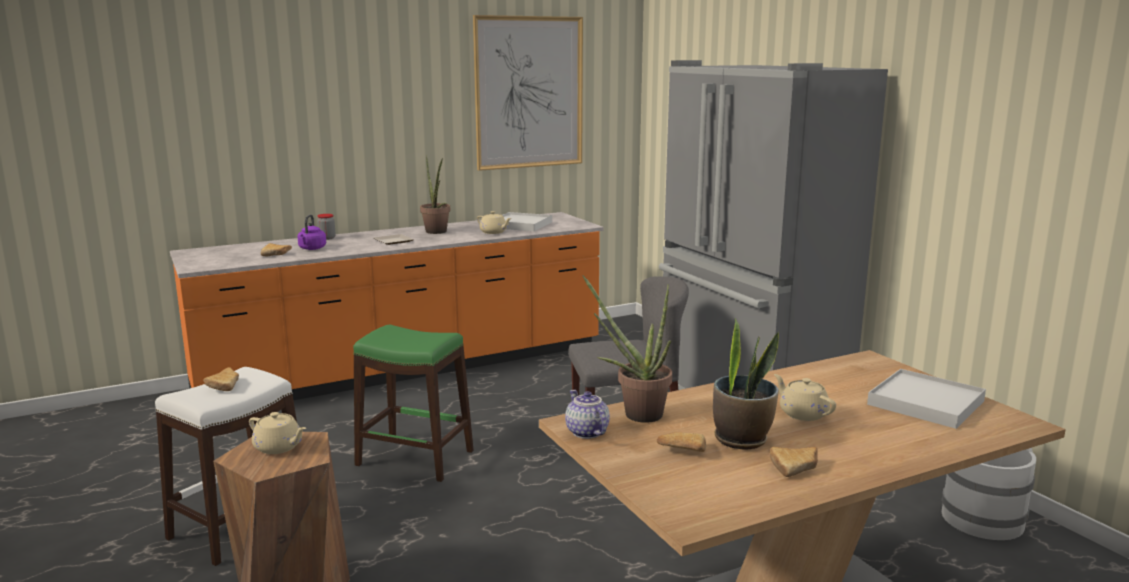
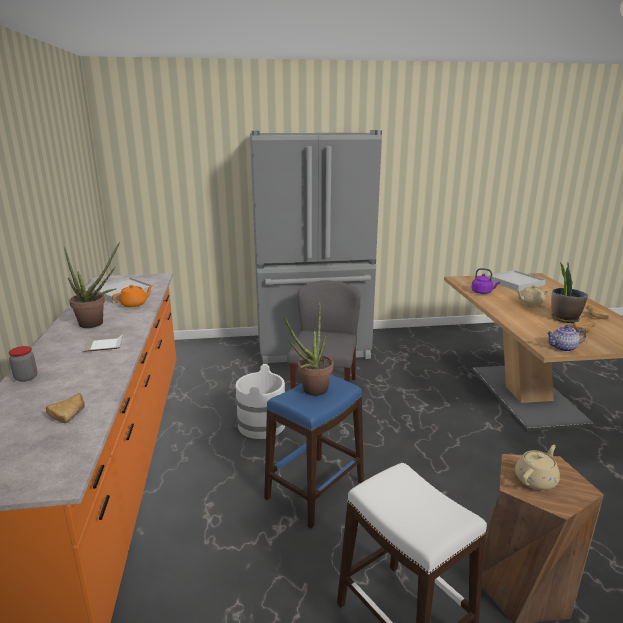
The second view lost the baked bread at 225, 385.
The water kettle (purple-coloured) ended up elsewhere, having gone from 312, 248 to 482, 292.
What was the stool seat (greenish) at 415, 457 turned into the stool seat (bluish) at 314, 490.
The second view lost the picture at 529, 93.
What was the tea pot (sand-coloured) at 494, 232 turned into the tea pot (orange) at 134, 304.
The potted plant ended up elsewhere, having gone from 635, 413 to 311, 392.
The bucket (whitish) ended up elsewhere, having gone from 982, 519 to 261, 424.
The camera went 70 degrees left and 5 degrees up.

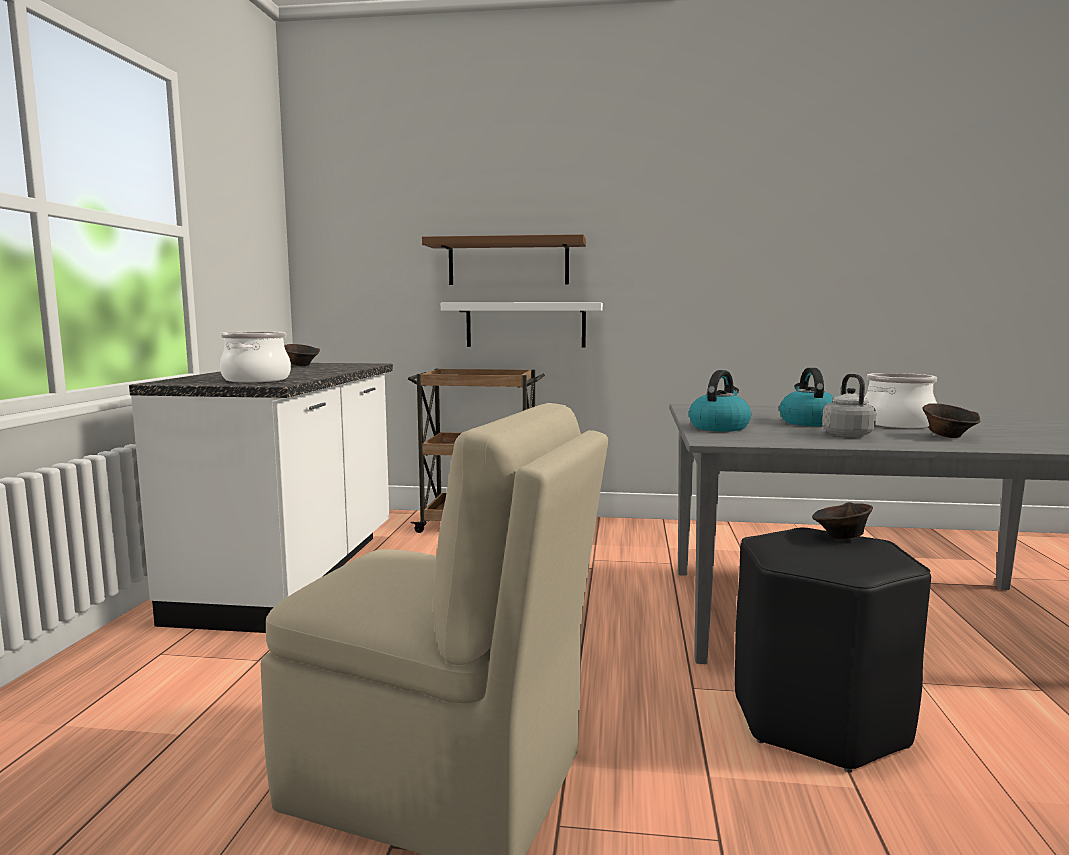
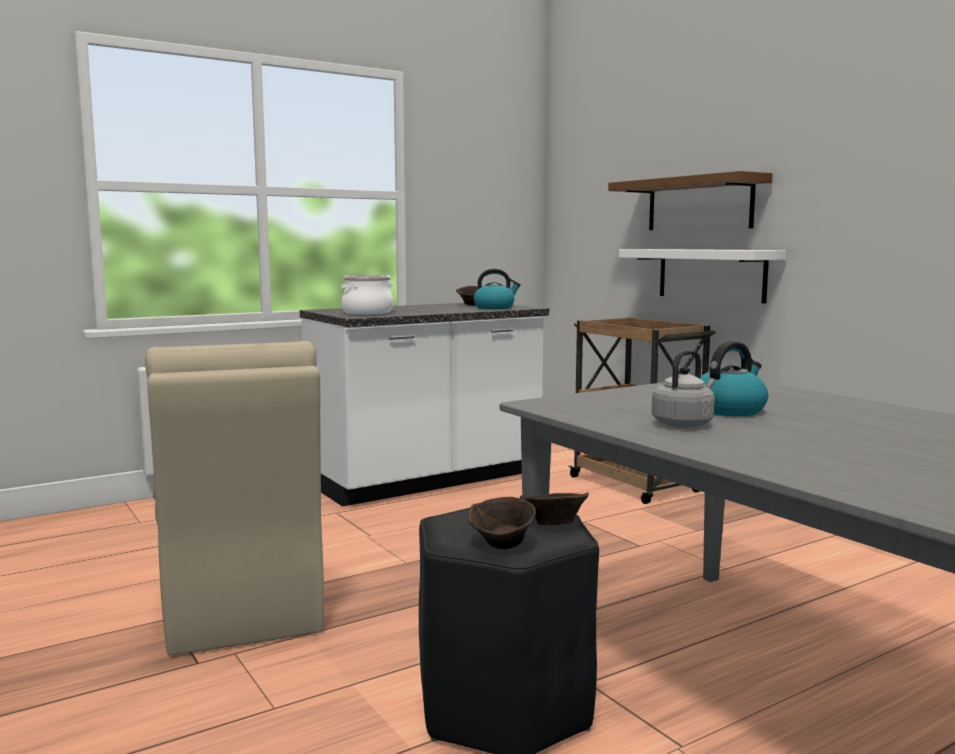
The water kettle ended up elsewhere, having gone from 719, 427 to 495, 308.
The second view lost the cooking pot at 898, 424.
The serving bowl (brown-coloured) ended up elsewhere, having gone from 949, 436 to 502, 545.
The camera went 50 degrees right and 0 degrees up.

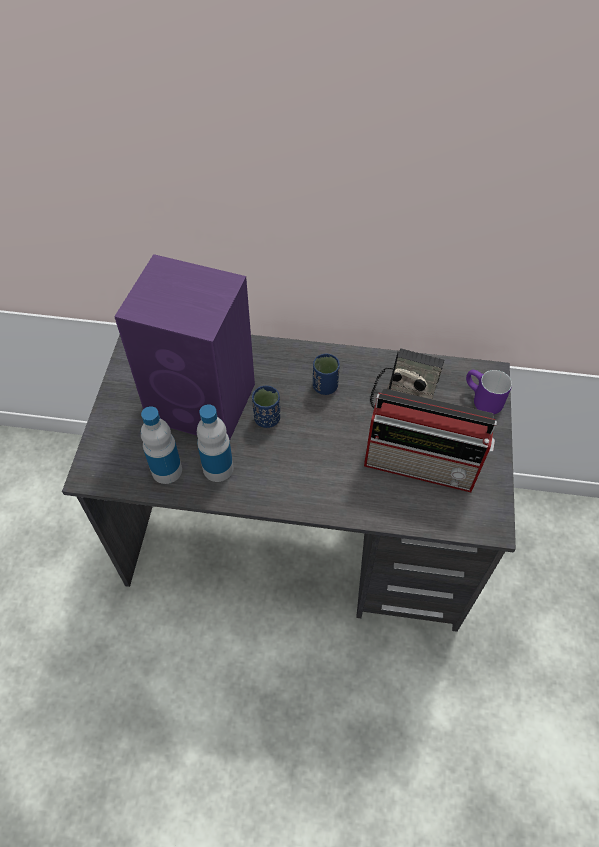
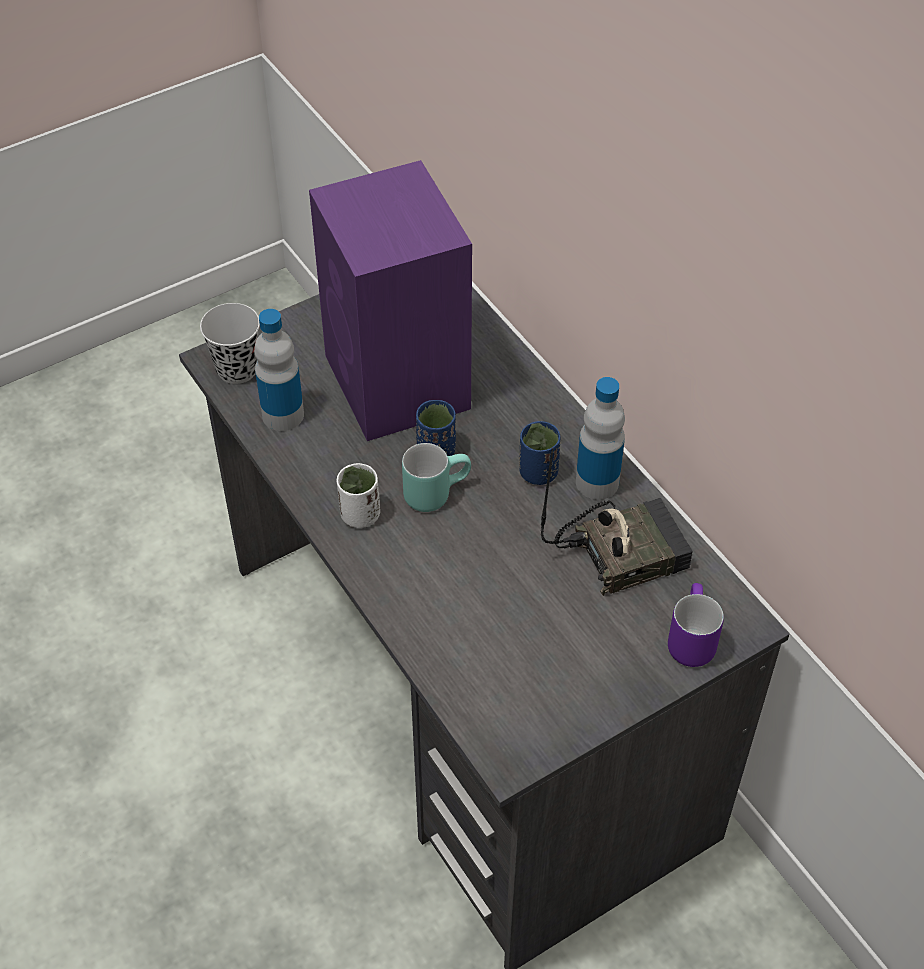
The beverage bottle ended up elsewhere, having gone from 218, 468 to 597, 482.
The second view lost the radio receiver at 423, 465.
The second view gained the cup (black-coloured) at 237, 369.
The second view gained the cup (whitish) at 360, 515.
The second view gained the tea mug (turquoise) at 435, 491.
The camera went 50 degrees right and 5 degrees down.

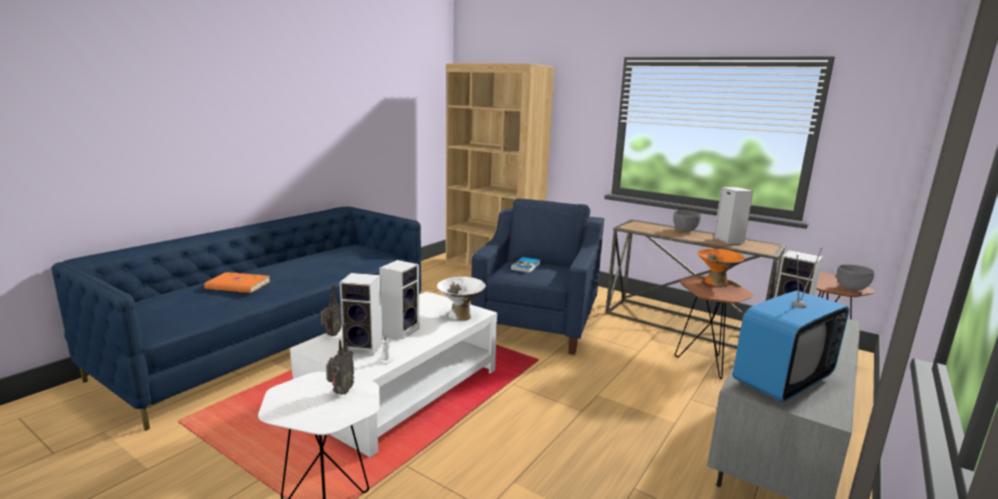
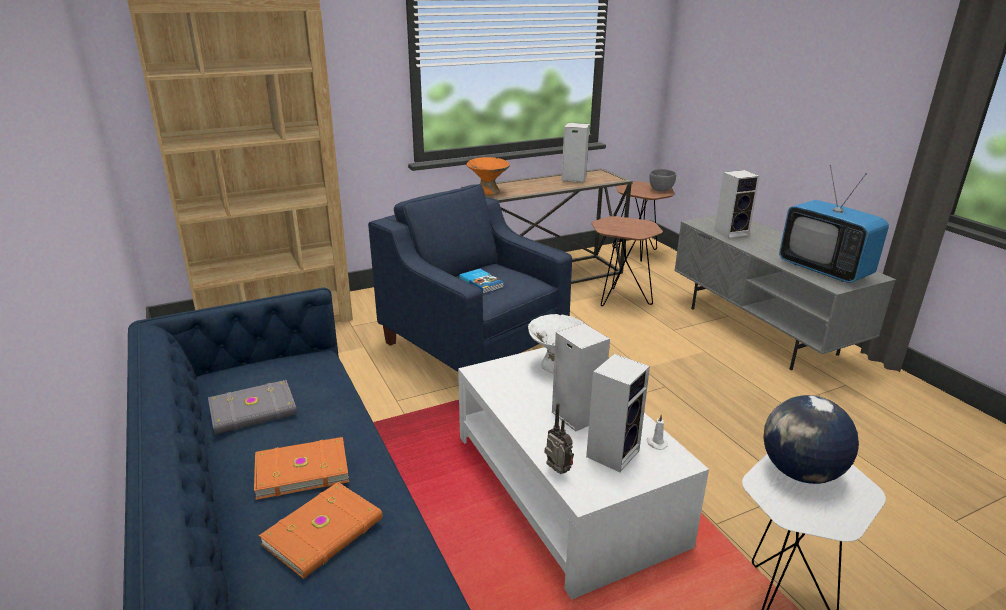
Where the radio receiver stood at 340, 392, the world globe came to stand at 800, 472.
The second view lost the serving bowl (greyish) at 684, 230.
The serving bowl (orange) ended up elsewhere, having gone from 716, 282 to 488, 191.
The TV at 782, 380 ended up facing another way, 150 degrees clockwise from before.
The second view gained the book (greyish) at 254, 411.
The second view gained the book (orange) at 301, 469.
The camera went 60 degrees left and 10 degrees up.

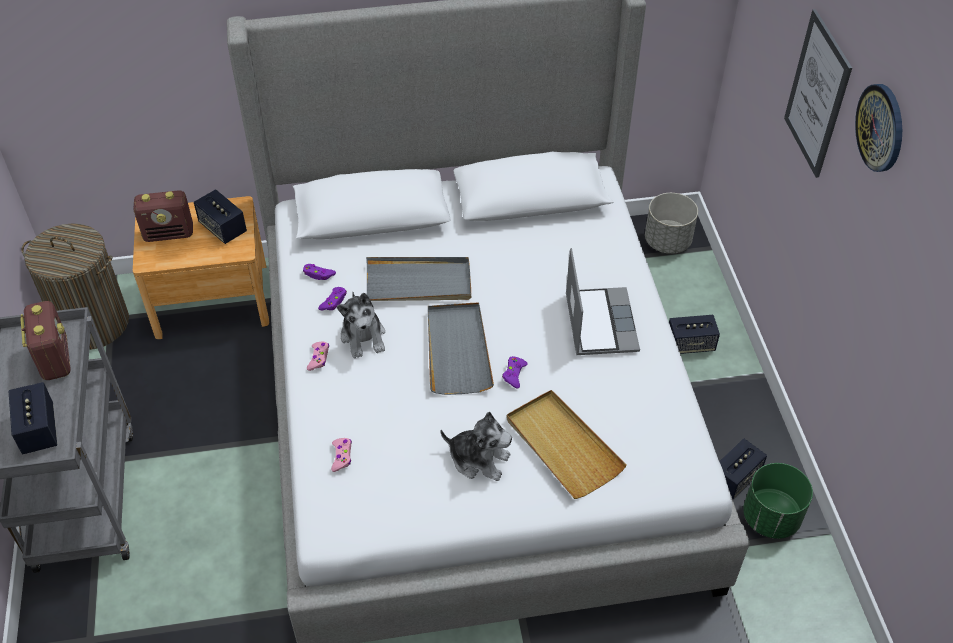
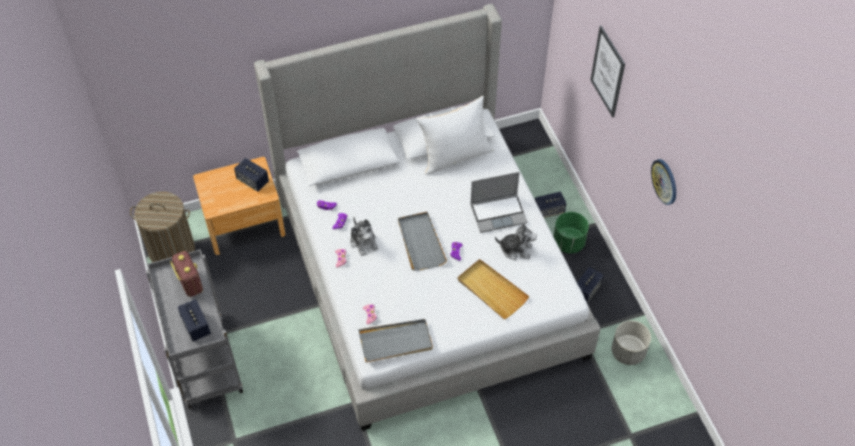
The second view lost the radio receiver at 169, 234.
The serving tray (greyish) ended up elsewhere, having gone from 418, 283 to 396, 342.
The cuddly toy ended up elsewhere, having gone from 479, 459 to 516, 249.
The notebook computer at 599, 322 ended up facing another way, 90 degrees clockwise from before.
The planter (greyish) ended up elsewhere, having gone from 667, 241 to 627, 352.
The planter (greenish) ended up elsewhere, having gone from 771, 518 to 569, 243.
The wall clock ended up elsewhere, having gone from 881, 127 to 665, 181.
The second view gained the pillow (whitish) at 455, 155.
The camera went 10 degrees left and 5 degrees up.

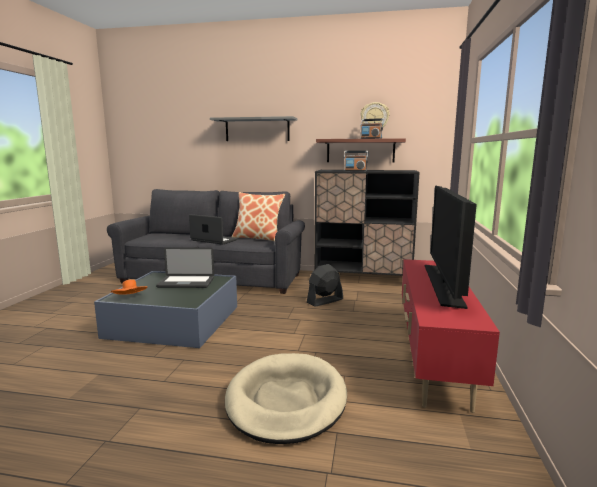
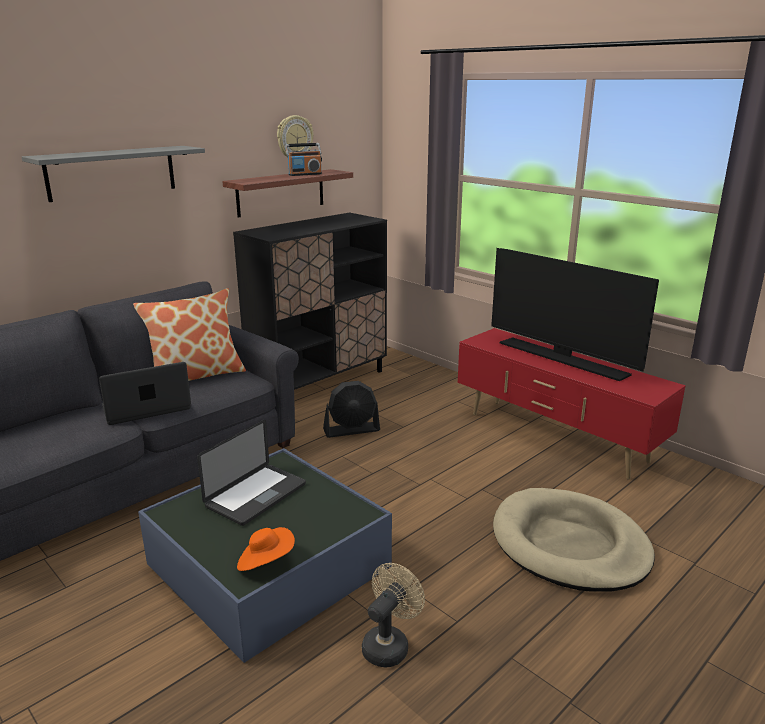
The fan (black-coloured) at 325, 301 ended up facing another way, 105 degrees counterclockwise from before.
The second view lost the radio receiver at 355, 171.
The second view gained the fan (sand-coloured) at 389, 644.
The camera went 55 degrees left and 10 degrees up.

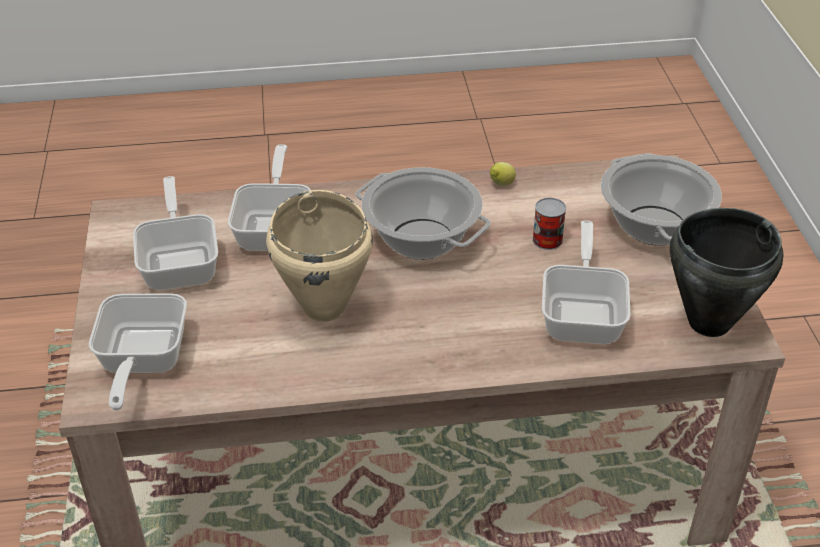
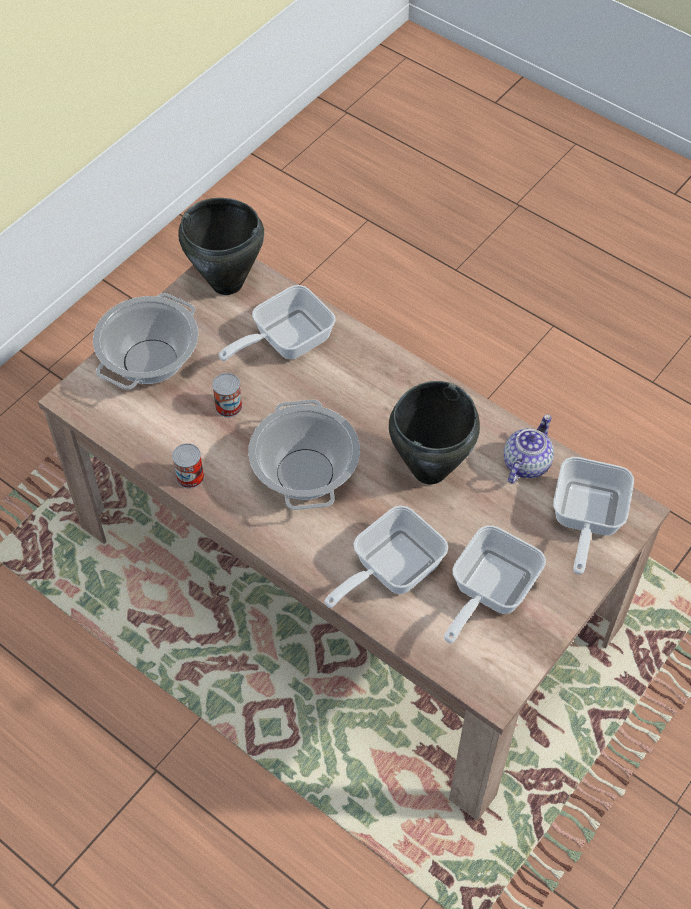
The frying pan at 141, 363 ended up facing another way, 150 degrees clockwise from before.
What was the cooking pot (sand-coloured) at 325, 307 turned into the cooking pot (black-coloured) at 428, 470.
Where the whole lemon stood at 501, 185, the metal can came to stand at 190, 476.
The second view gained the tea pot at 526, 463.
The camera went 135 degrees left and 15 degrees up.

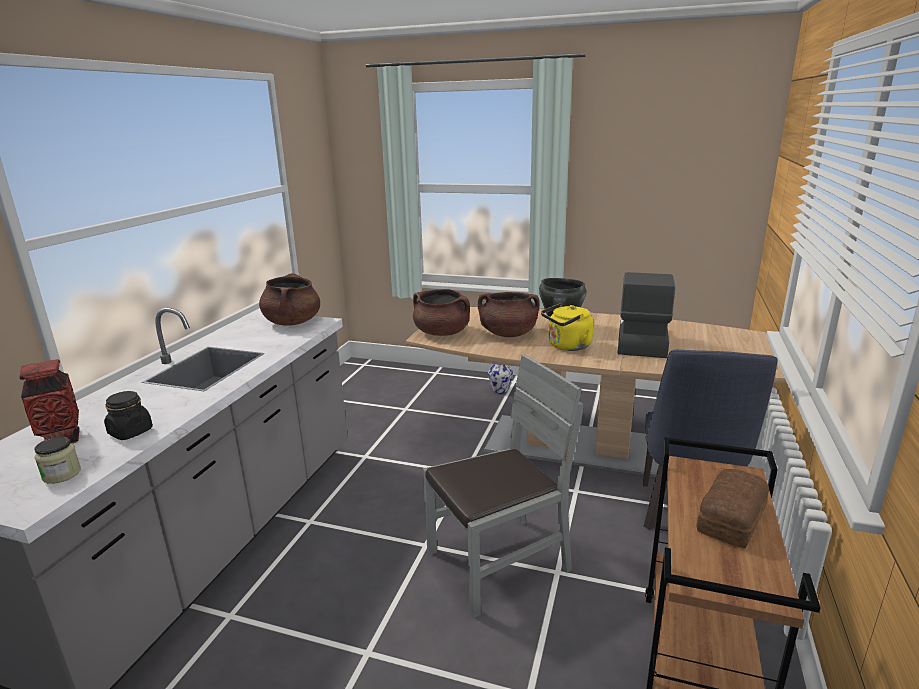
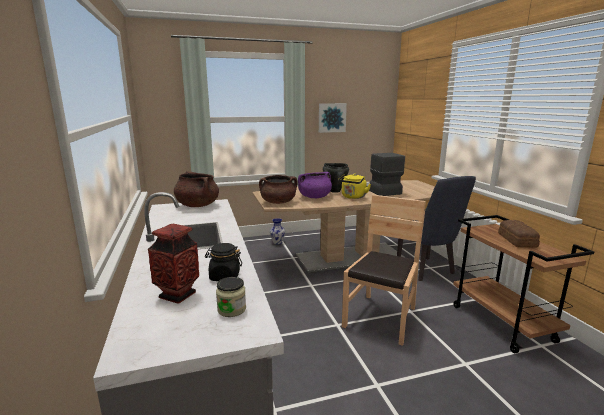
What was the upright chair (greyish) at 498, 562 turned into the upright chair (brown-coloured) at 381, 318.
What was the cooking pot (brown-coloured) at 508, 334 turned into the cooking pot (purple-coloured) at 314, 197.
The second view gained the picture at 331, 117.
The camera went 35 degrees left and 5 degrees down.

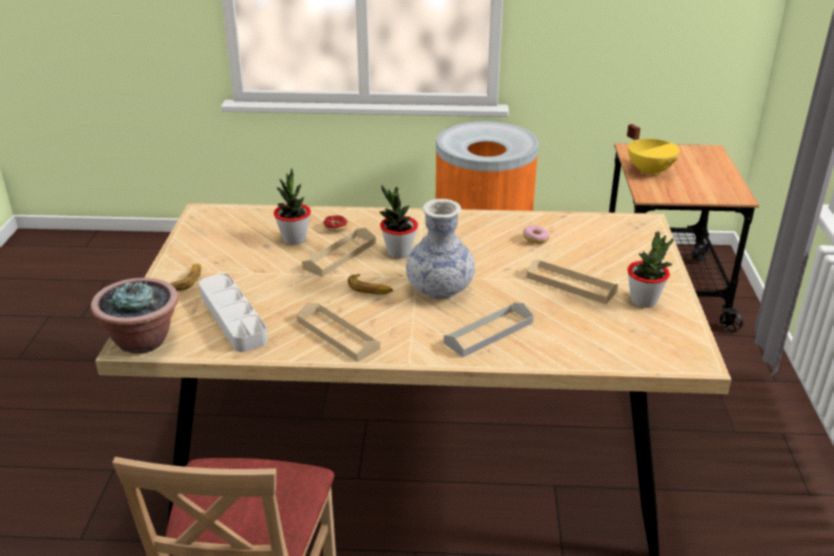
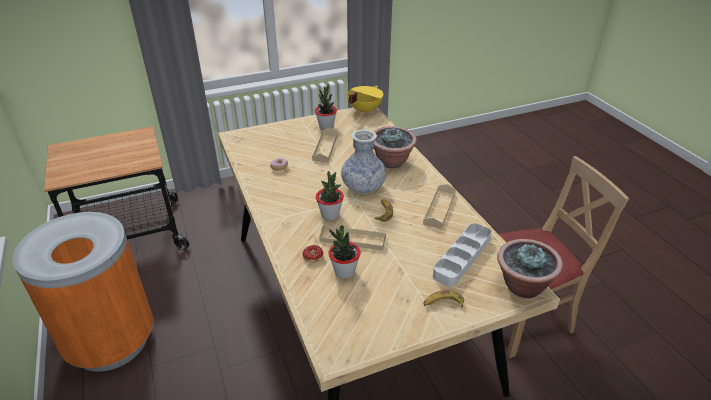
Where the serving tray (greyish) stood at 489, 333, the potted plant came to stand at 392, 162.
The cooking pot (yellow-coloured) ended up elsewhere, having gone from 650, 171 to 364, 110.
The camera went 115 degrees left and 5 degrees up.

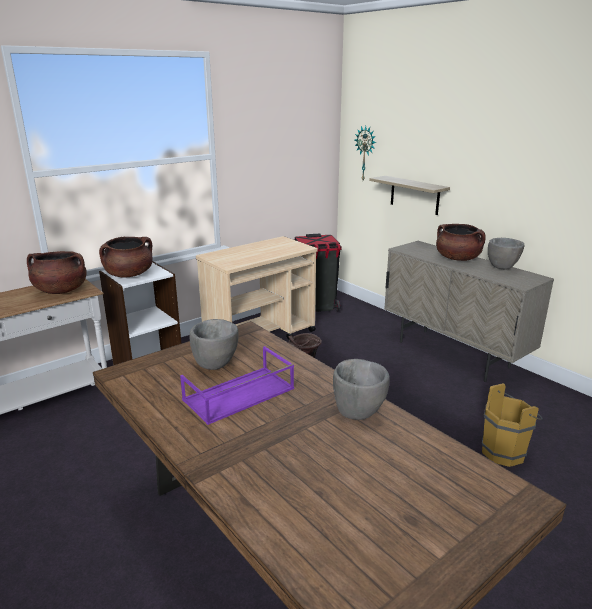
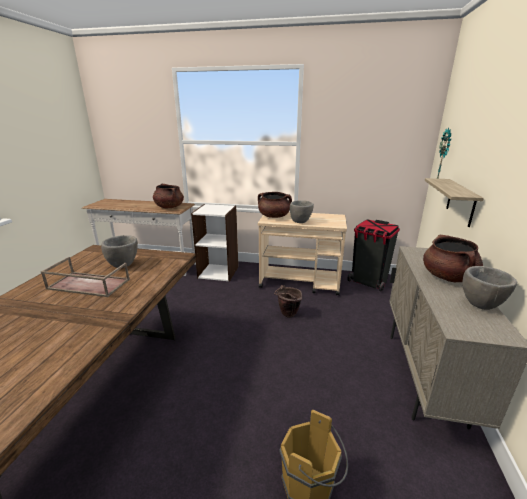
The cooking pot (brown-coloured) ended up elsewhere, having gone from 129, 275 to 274, 216.
What was the serving tray (purple-coloured) at 238, 395 turned into the serving tray (brown-coloured) at 87, 284.
The serving bowl (greyish) ended up elsewhere, having gone from 358, 412 to 300, 222.
The camera went 50 degrees right and 0 degrees up.

